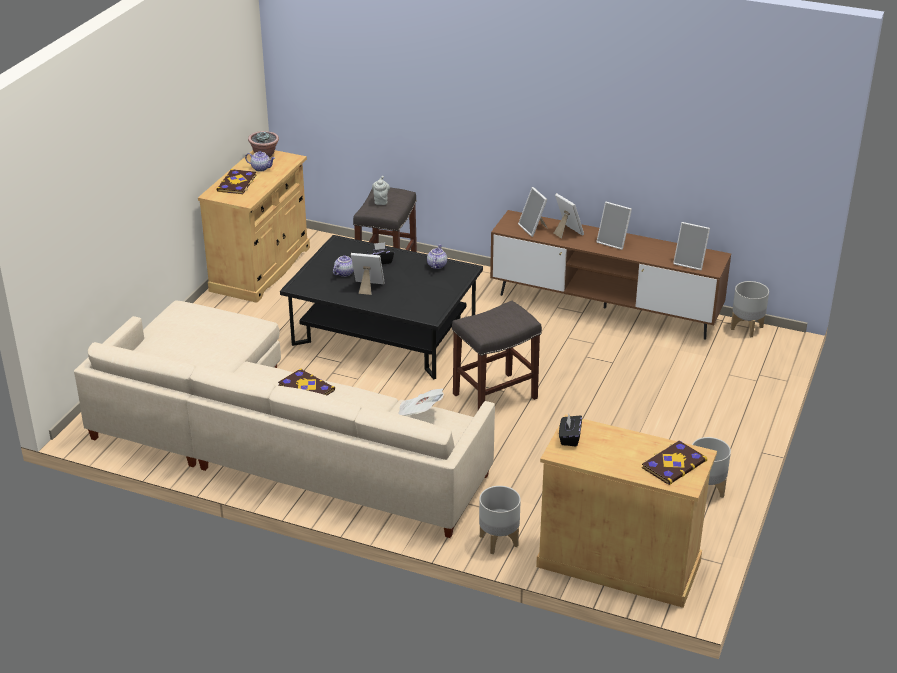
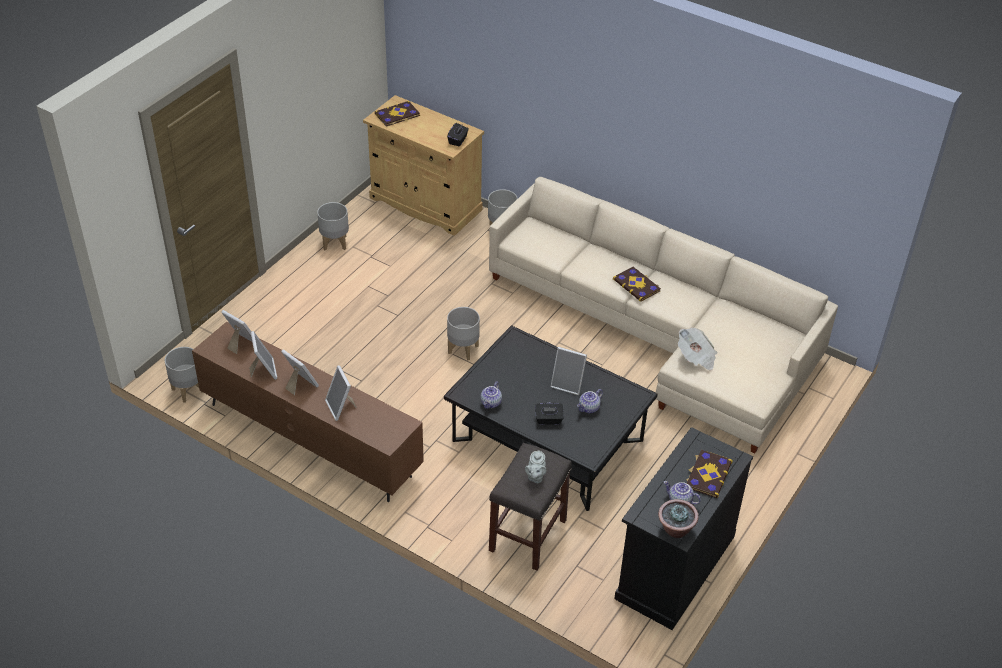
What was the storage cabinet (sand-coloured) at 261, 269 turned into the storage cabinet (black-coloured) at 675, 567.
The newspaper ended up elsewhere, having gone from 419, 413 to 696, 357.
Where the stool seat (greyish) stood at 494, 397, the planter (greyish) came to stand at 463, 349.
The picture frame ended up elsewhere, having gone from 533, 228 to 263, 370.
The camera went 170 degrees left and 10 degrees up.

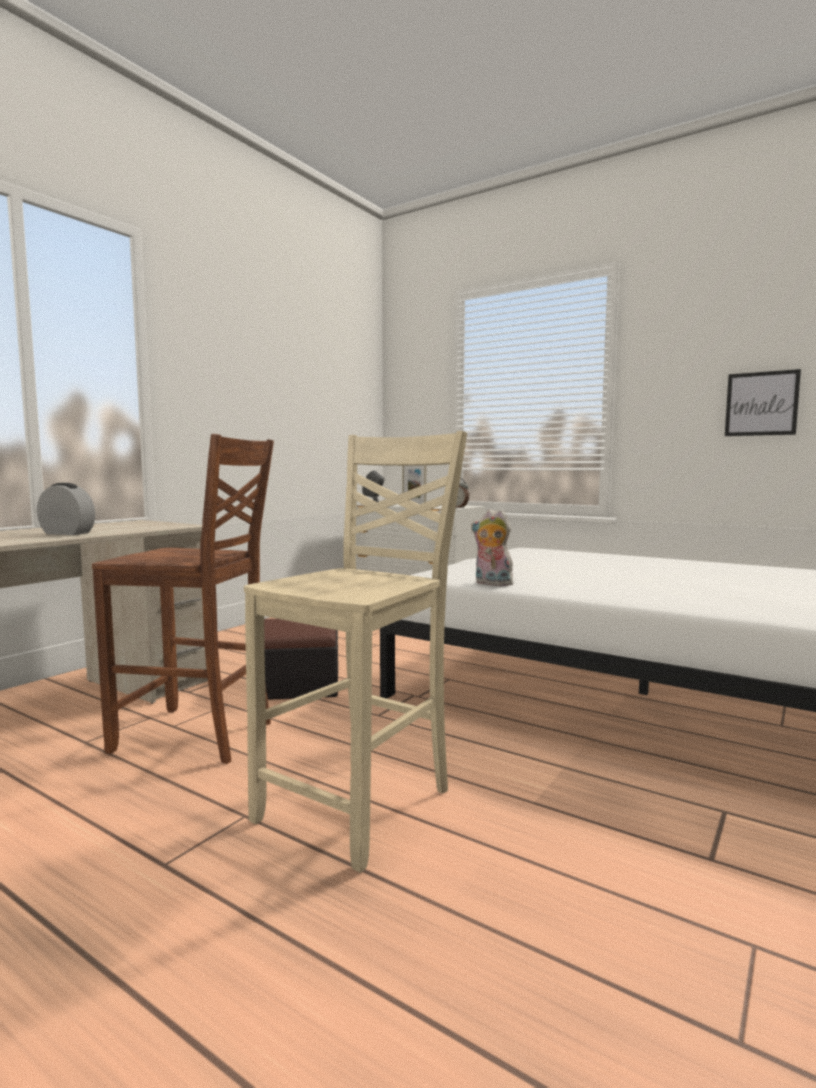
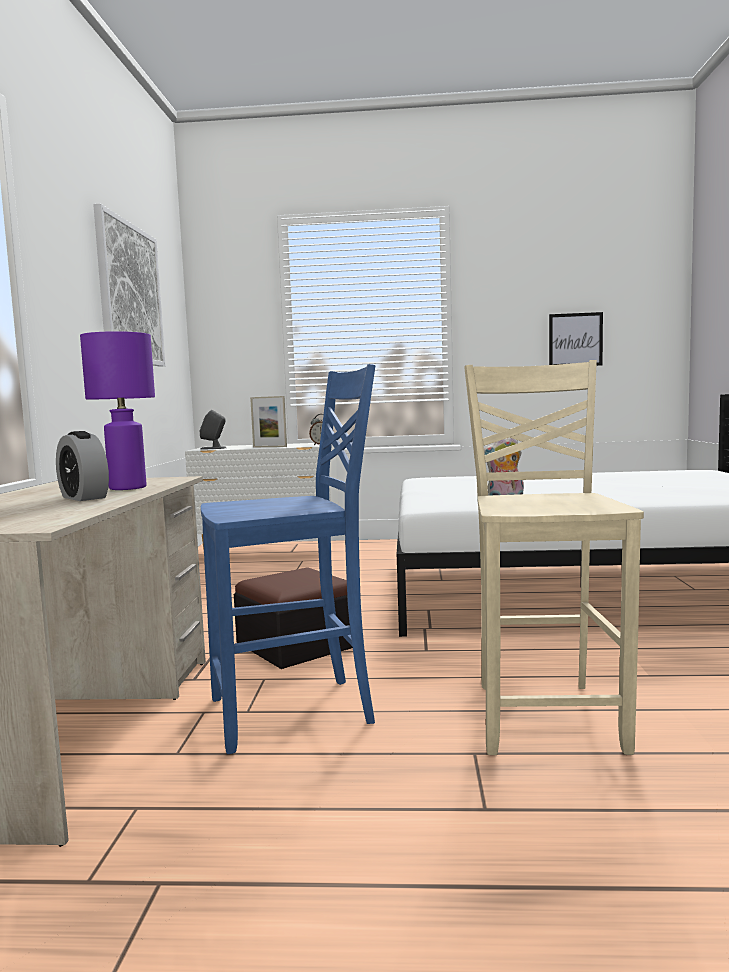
The alarm clock at 67, 533 ended up facing another way, 120 degrees counterclockwise from before.
What was the upright chair (brown-coloured) at 197, 737 turned into the upright chair (bluish) at 295, 712.
The second view gained the tabletop lamp (purple-coloured) at 126, 488.
The second view gained the picture at 130, 294.
The camera went 30 degrees left and 0 degrees up.

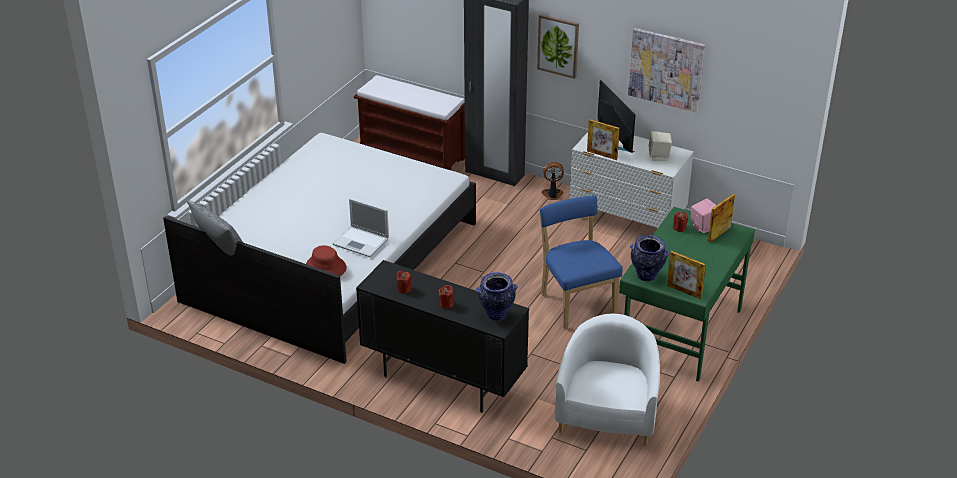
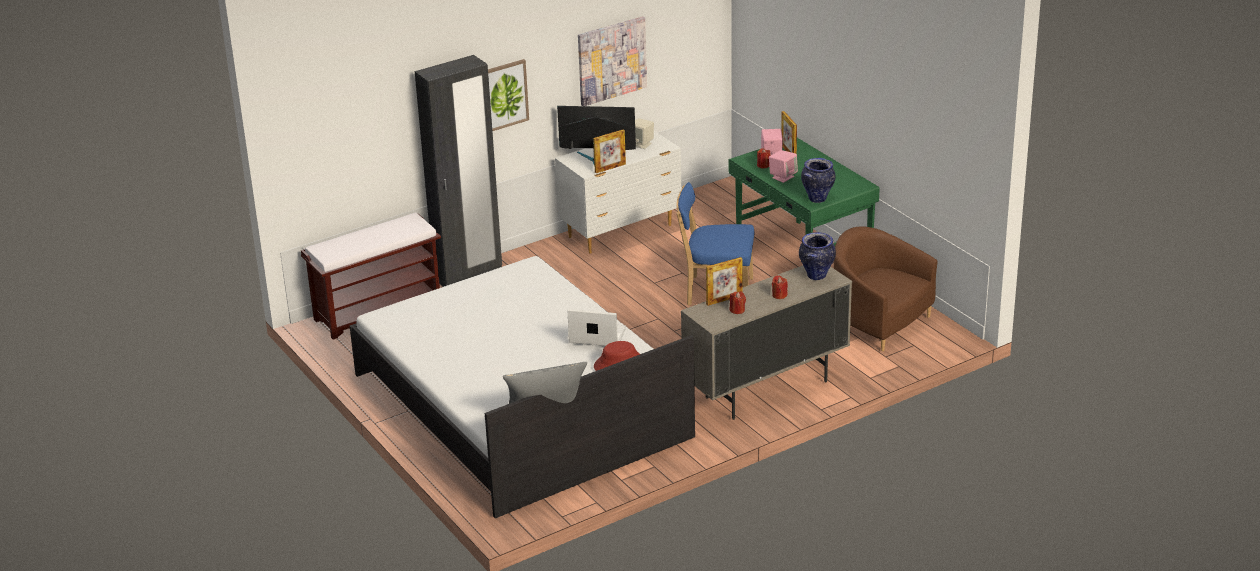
The notebook computer at 362, 242 ended up facing another way, 135 degrees counterclockwise from before.
What was the storage cabinet (black-coloured) at 443, 381 turned into the storage cabinet (sand-coloured) at 766, 390.
The second view lost the fan at 552, 195.
What was the easy chair (whitish) at 607, 415 turned into the easy chair (brown-coloured) at 878, 322.
The picture frame ended up elsewhere, having gone from 684, 291 to 724, 300.
The second view gained the speaker (pink-coloured) at 782, 177.
The camera went 60 degrees left and 5 degrees down.

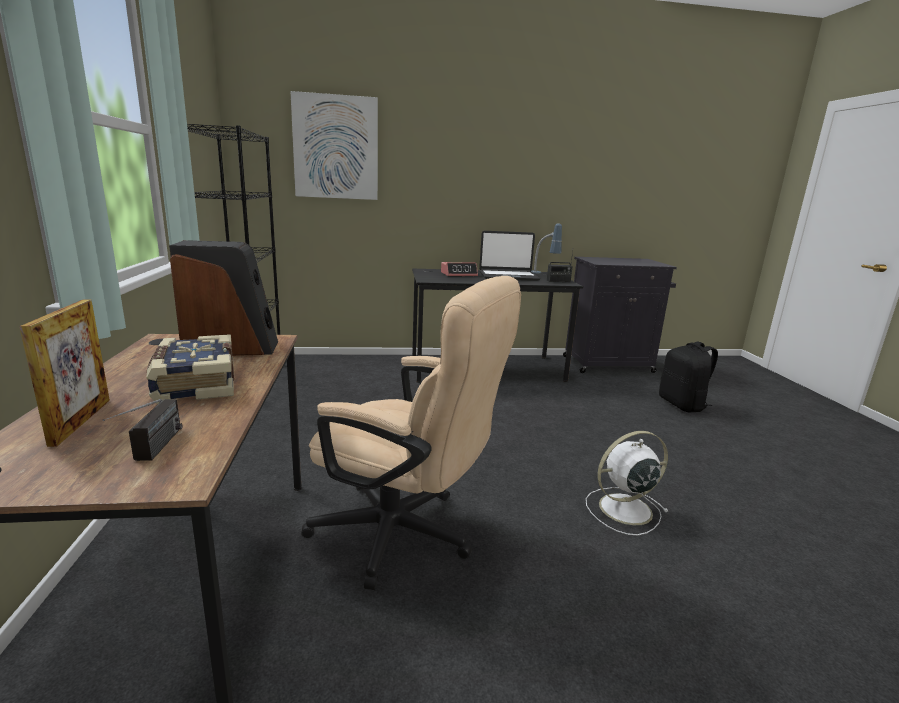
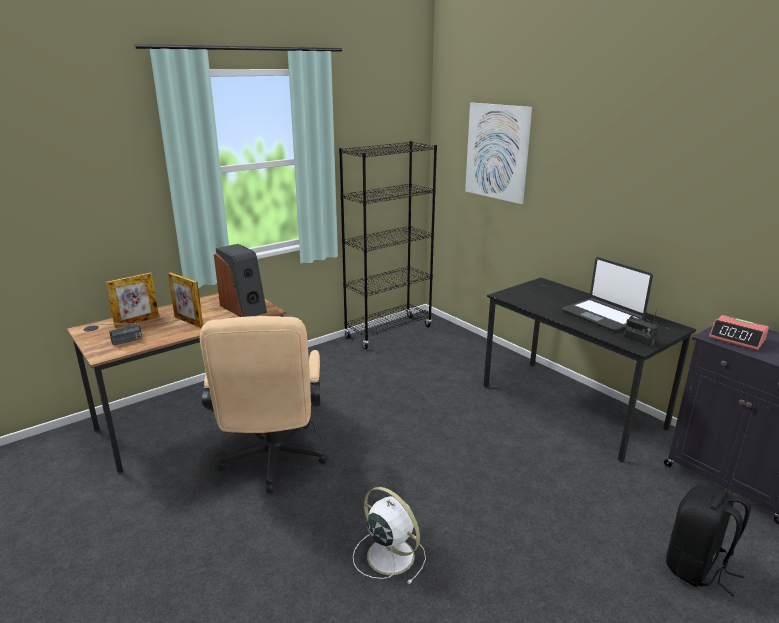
Where the book stood at 194, 384, the picture frame came to stand at 188, 321.
The alarm clock ended up elsewhere, having gone from 459, 274 to 737, 339.
The second view lost the tabletop lamp at 543, 273.
The camera went 60 degrees right and 5 degrees up.

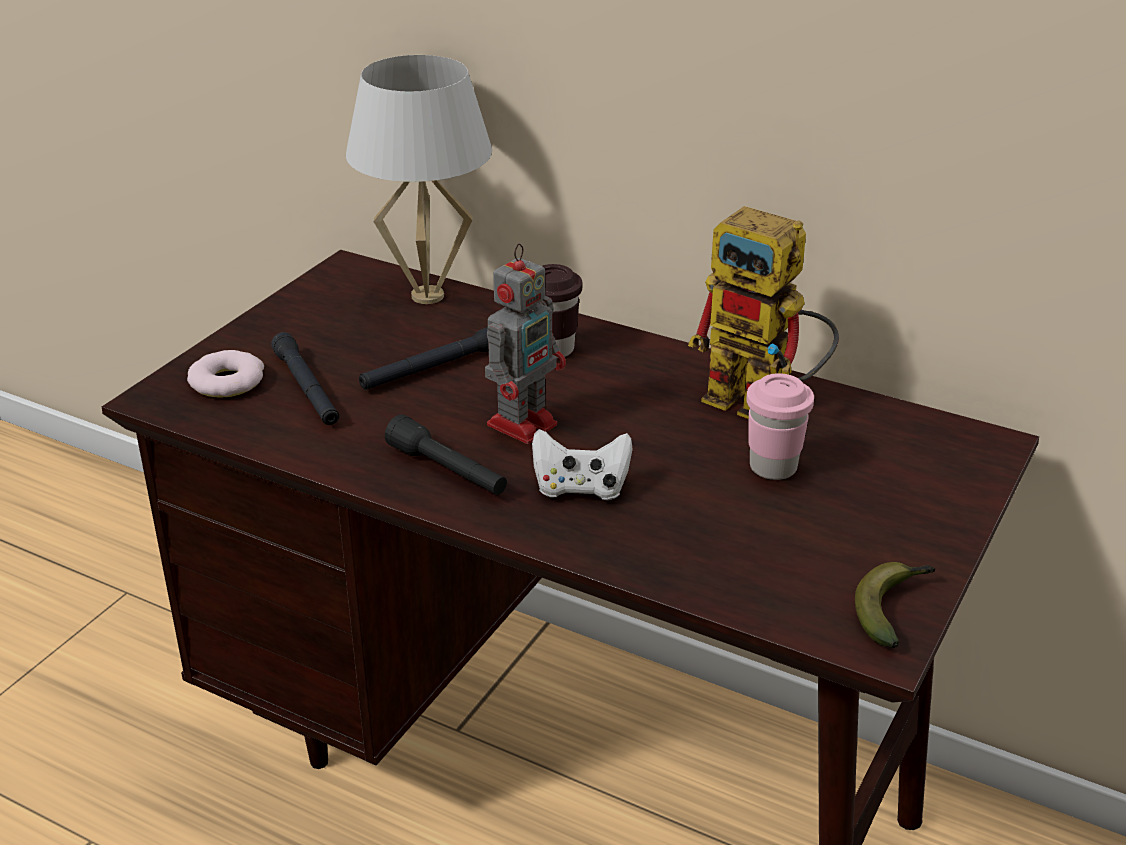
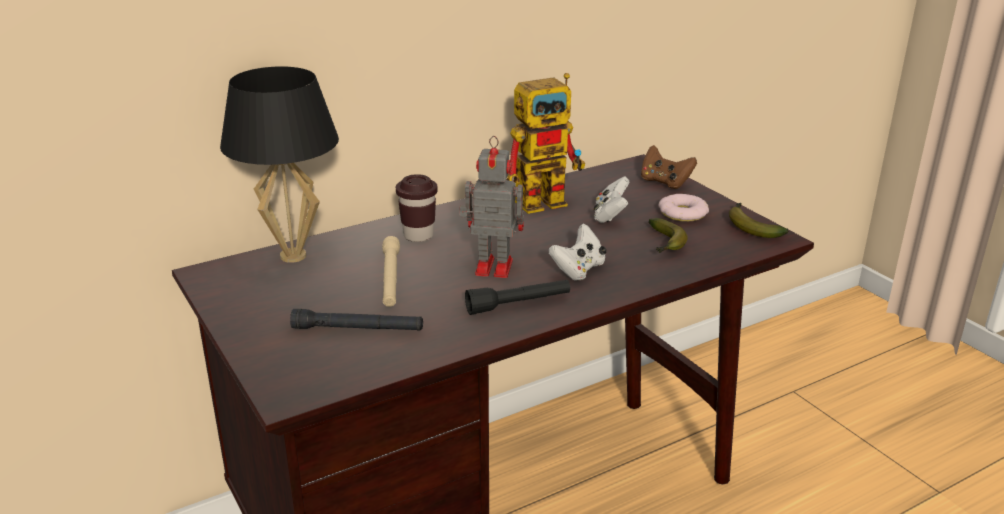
The donut ended up elsewhere, having gone from 227, 381 to 682, 213.
What was the tabletop lamp (whitish) at 428, 296 turned into the tabletop lamp (black-coloured) at 293, 256.
What was the flashlight (black-coloured) at 432, 369 turned into the flashlight (sand-coloured) at 390, 279.
The model robot at 524, 423 ended up facing another way, 60 degrees counterclockwise from before.
Where the cup (pink-coloured) stood at 773, 467, the game controller (whitish) came to stand at 610, 216.
The second view gained the game controller (brown-coloured) at 665, 182.
The second view gained the banana fruit at 665, 244.
The camera went 60 degrees left and 5 degrees down.

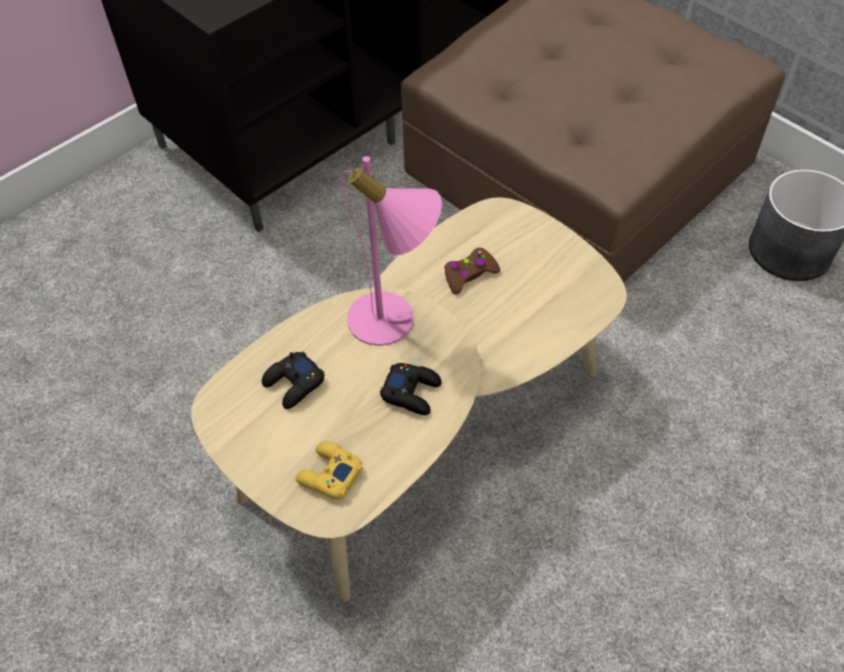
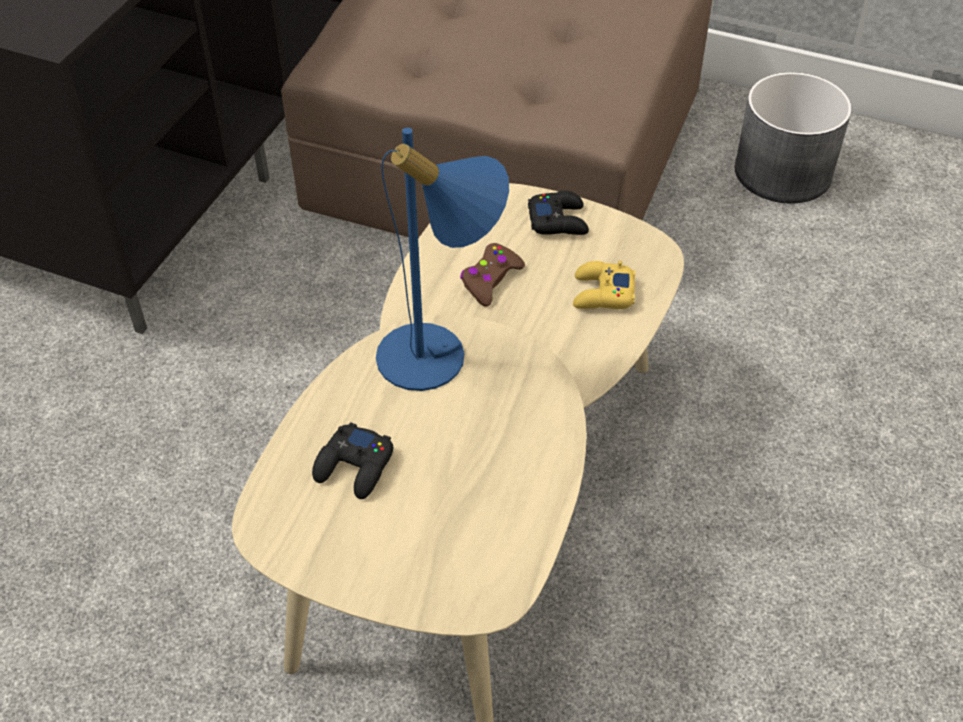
The game controller (yellow-coloured) ended up elsewhere, having gone from 329, 474 to 602, 293.
What was the tabletop lamp (pink-coloured) at 393, 322 turned into the tabletop lamp (bluish) at 439, 356.
The game controller (black-coloured) ended up elsewhere, having gone from 412, 392 to 558, 220.
The camera went 25 degrees left and 5 degrees down.

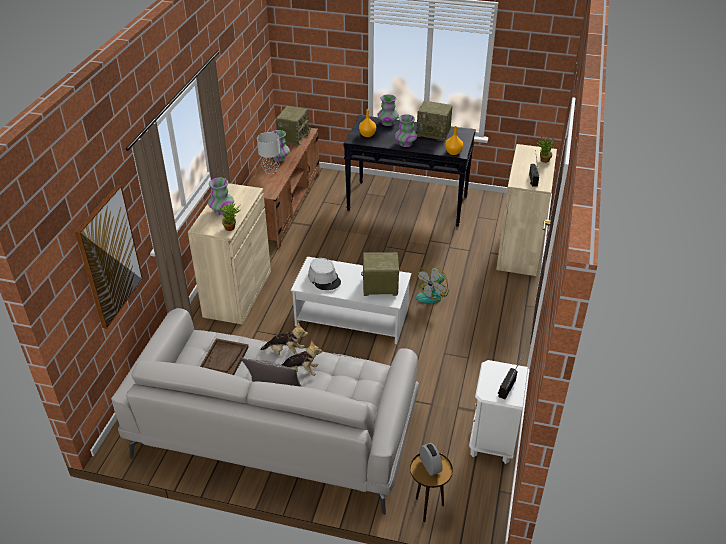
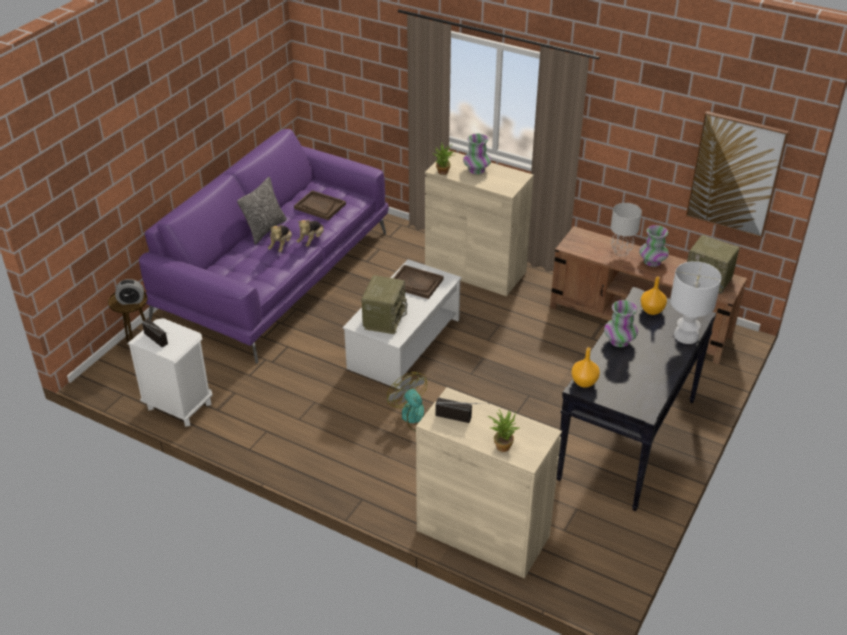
The picture ended up elsewhere, having gone from 109, 257 to 735, 174.
What was the sofa (greyish) at 274, 430 turned into the sofa (purple-coloured) at 275, 273.
Where the hat (greyish) stood at 324, 278, the serving tray (brown-coloured) came to stand at 416, 283.
Where the decorative vase stood at 388, 123, the tabletop lamp (whitish) came to stand at 685, 336.
The second view lost the radio receiver at 434, 133.
The camera went 105 degrees right and 0 degrees up.

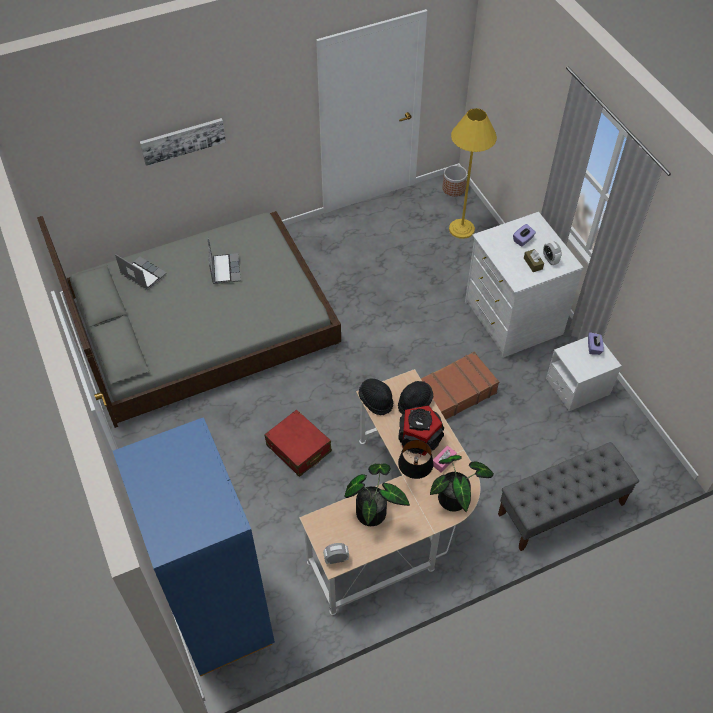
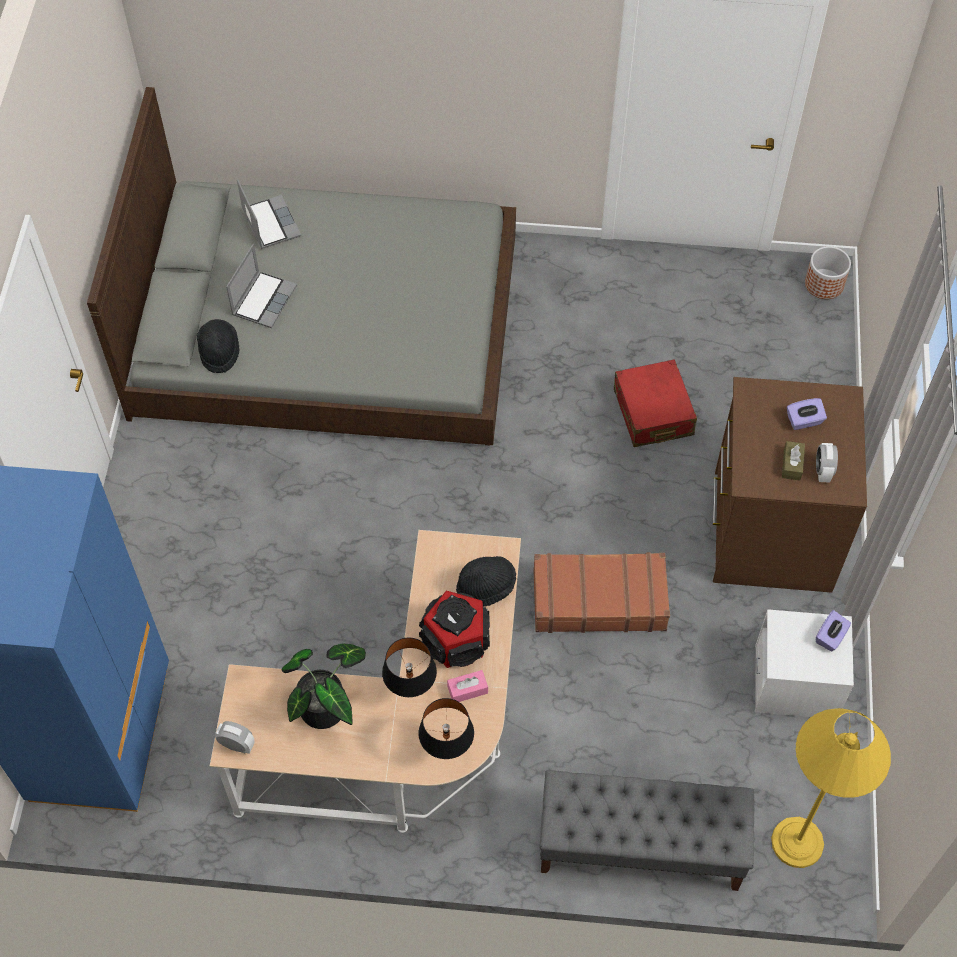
The second view lost the picture at 183, 140.
The notebook computer ended up elsewhere, having gone from 225, 269 to 263, 300.
The suitcase (red) ended up elsewhere, having gone from 298, 448 to 653, 412.
The hat (black-coloured) ended up elsewhere, having gone from 376, 400 to 219, 352.
Where the potted plant stood at 456, 499, the tabletop lamp (black-coloured) came to stand at 447, 751.
The standing lamp (yellow-coloured) ended up elsewhere, having gone from 461, 229 to 797, 842.
What was the drawer chest (whitish) at 512, 318 turned into the drawer chest (brown-coloured) at 769, 530.
The camera went 30 degrees right and 5 degrees up.

